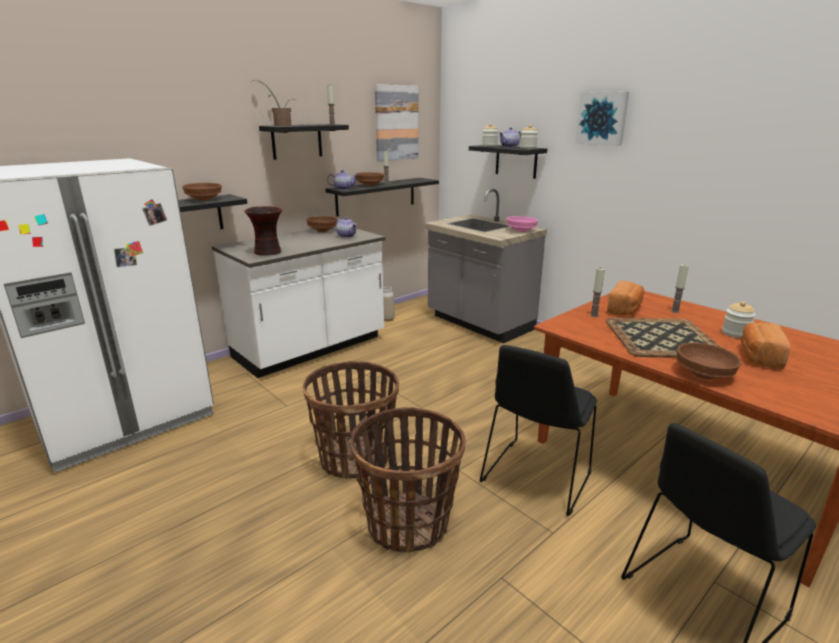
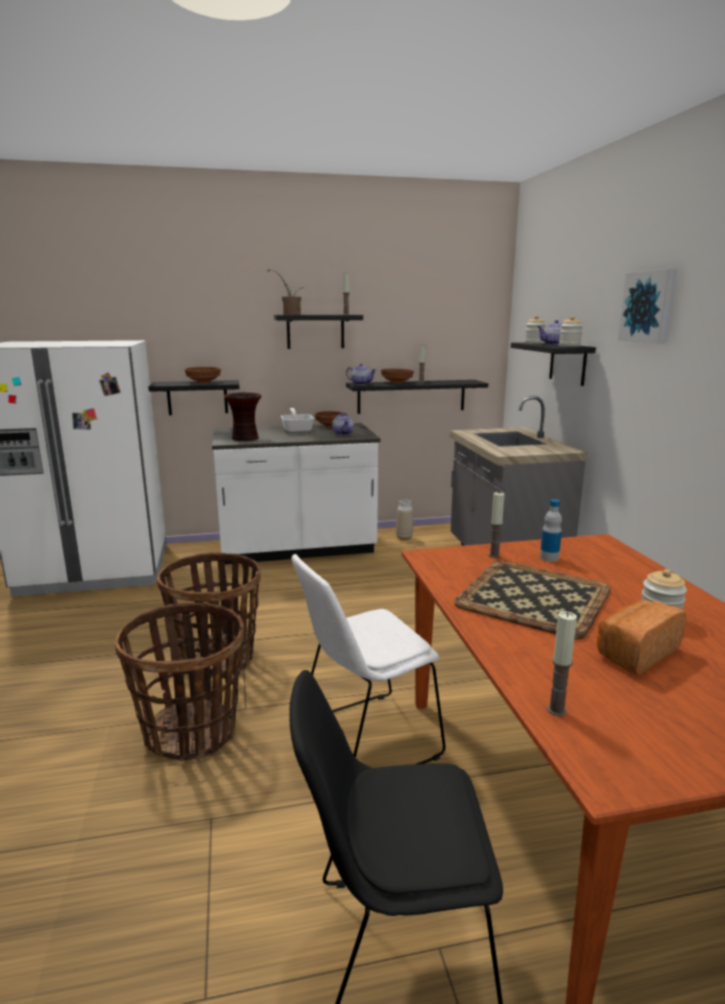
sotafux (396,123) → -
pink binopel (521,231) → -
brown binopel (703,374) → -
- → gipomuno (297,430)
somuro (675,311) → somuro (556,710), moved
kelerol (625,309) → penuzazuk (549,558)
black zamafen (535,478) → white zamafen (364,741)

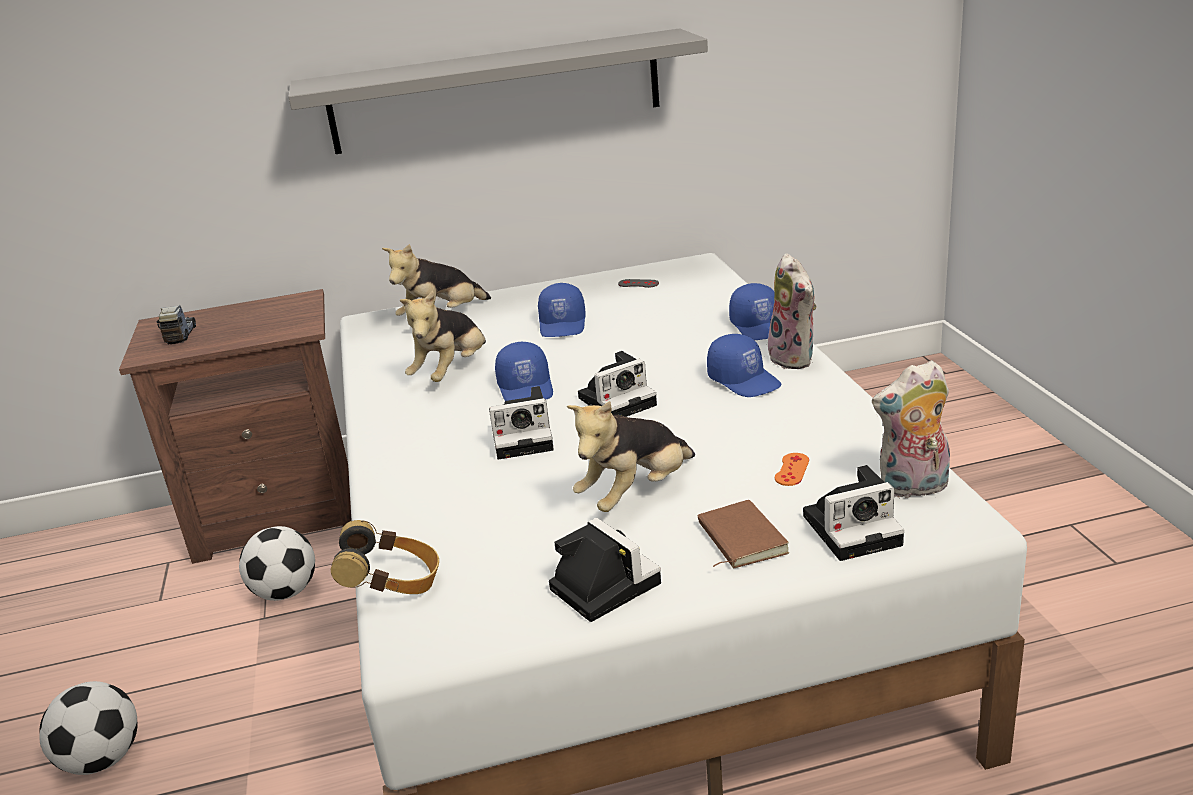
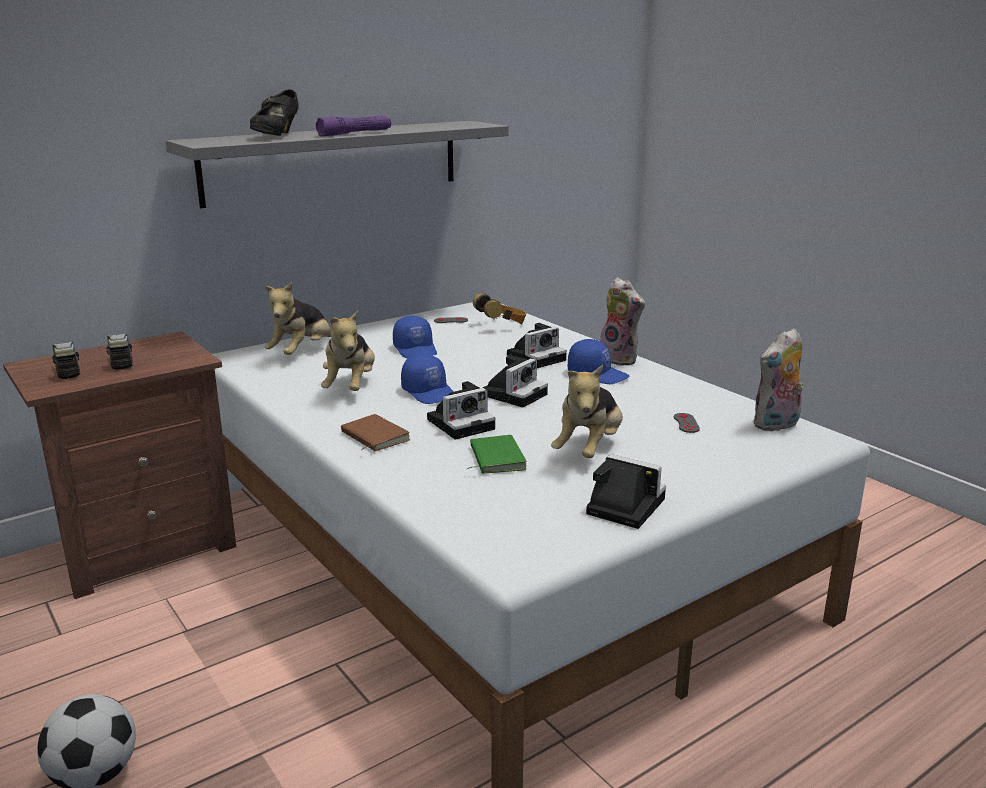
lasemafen (286,592) → -
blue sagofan (760,326) → -
- → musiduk (121,362)
- → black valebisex (276,136)
- → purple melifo (355,133)
- → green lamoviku (495,458)
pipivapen (394,586) → pipivapen (501,325), moved
brown lamoviku (739,539) → brown lamoviku (373,437), moved
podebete (854,528) → podebete (537,357), moved
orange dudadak (792,469) → grey dudadak (686,423)

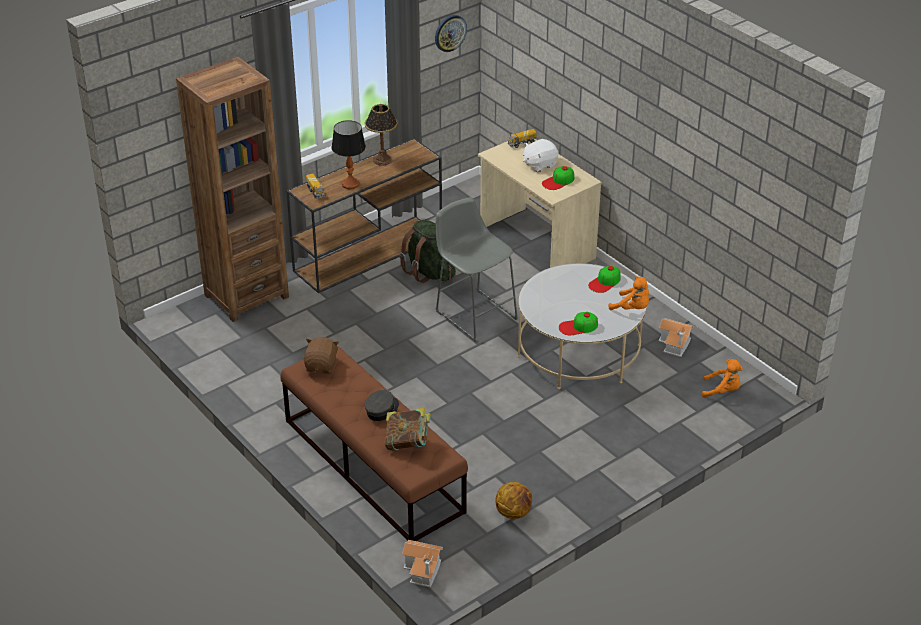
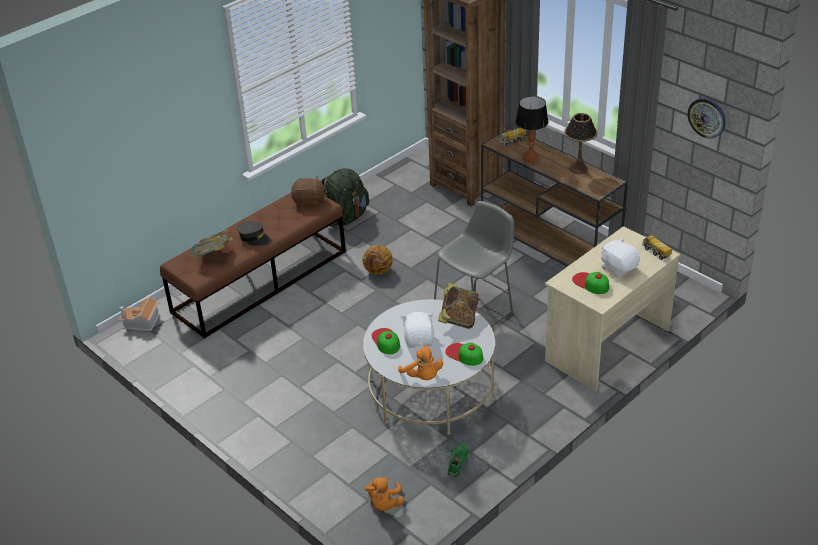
- → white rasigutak (419,340)
- → lamoviku (458,319)
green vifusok (430,272) → green vifusok (346,218), moved
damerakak (514,513) → damerakak (378,271), moved
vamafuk (675,344) → green valebisex (458,463)
orange rasigutak (632,308) → orange rasigutak (422,377), 60 degrees counterclockwise

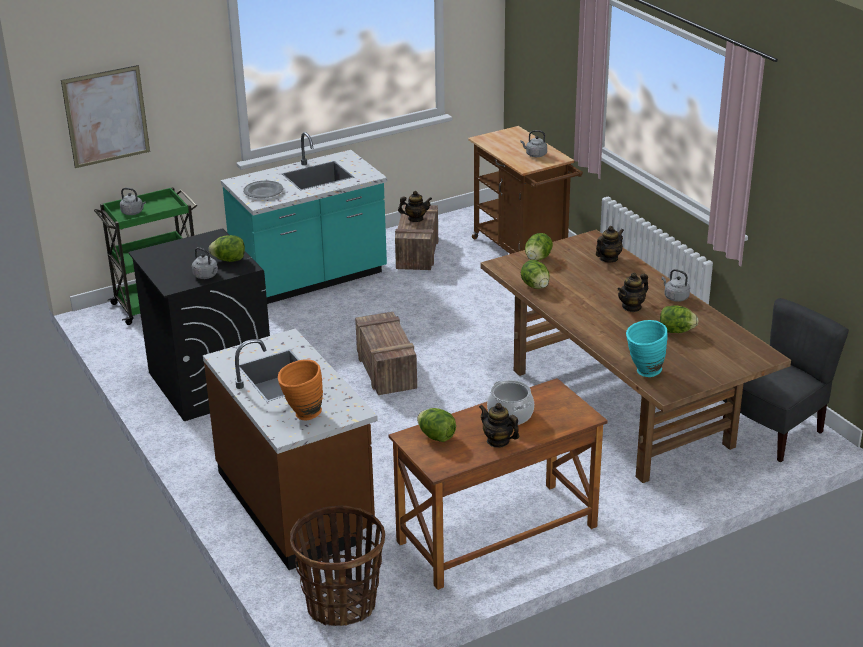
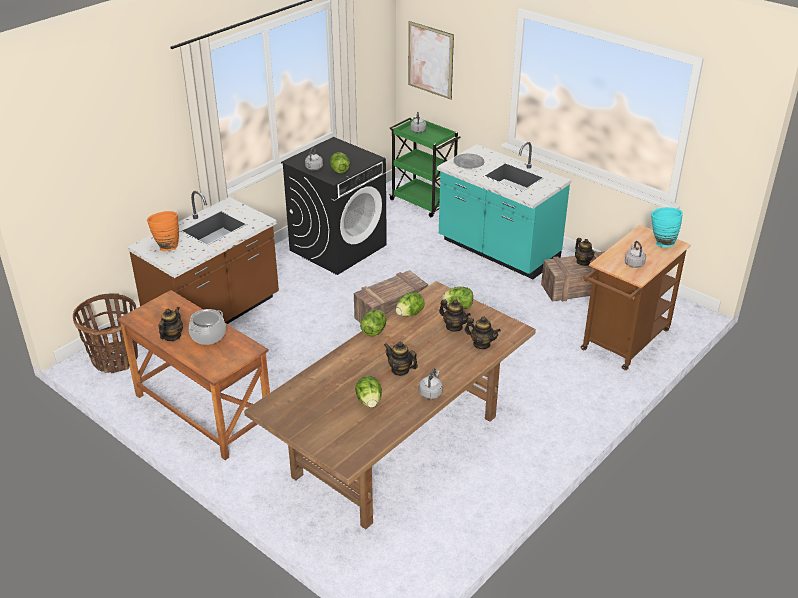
grey zamafen (774,432) → -
- → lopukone (454,327)
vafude (436,436) → vafude (374,331), moved
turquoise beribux (643,372) → turquoise beribux (661,242), moved

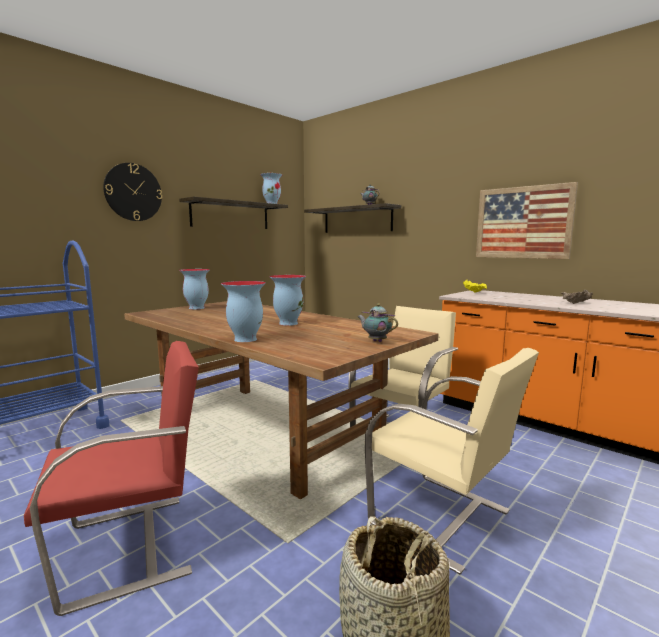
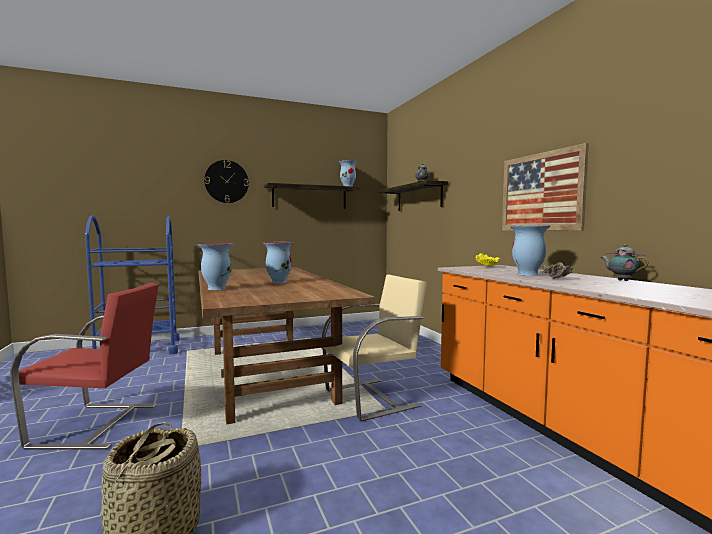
beige zamafen (442,518) → -
beribux (196,308) → beribux (527,274), moved
lopukone (376,341) → lopukone (621,280), moved

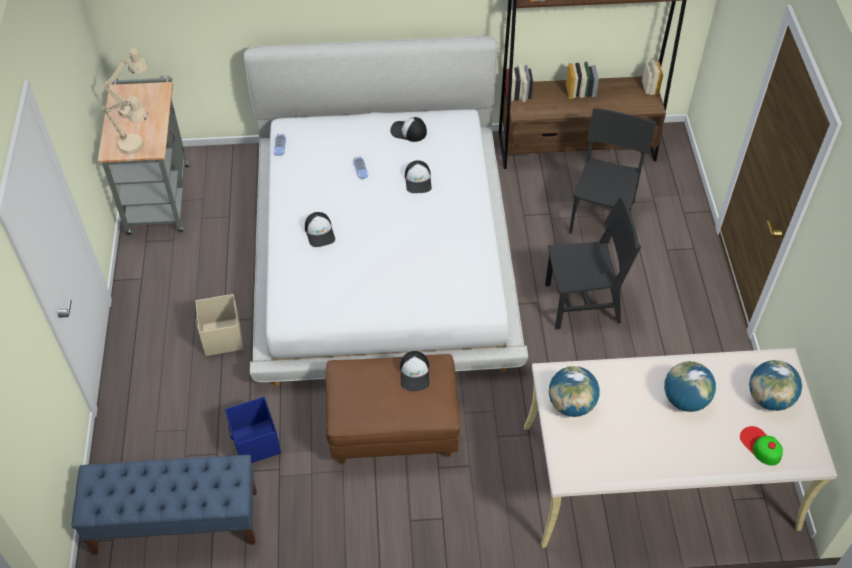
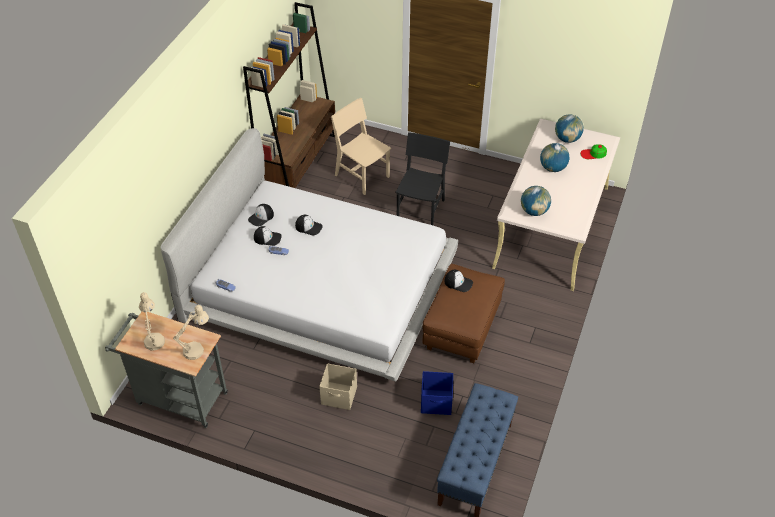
sagofan (320,232) → sagofan (267,238), moved
black zamafen (602,217) → beige zamafen (362,176)

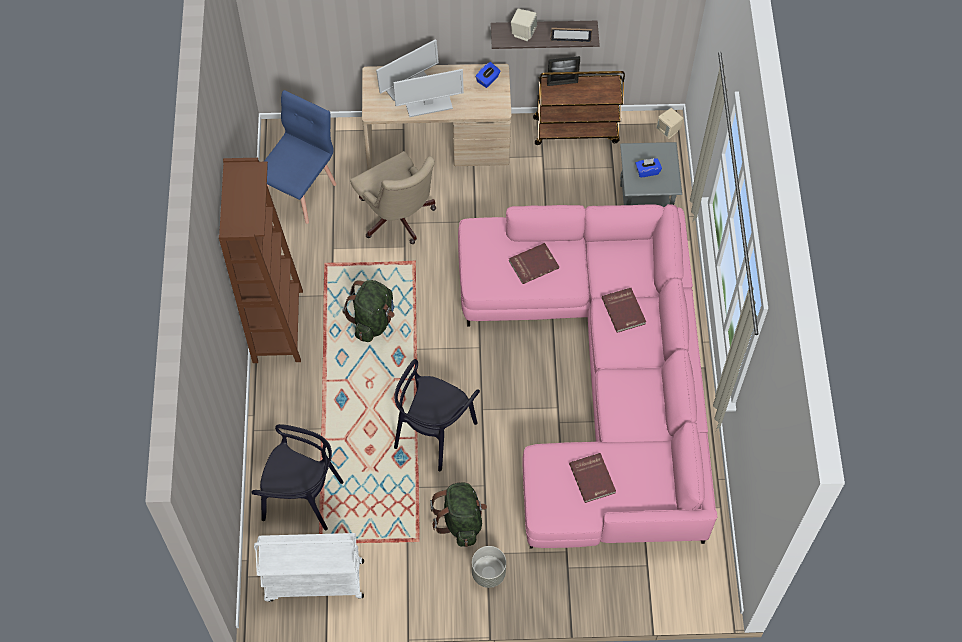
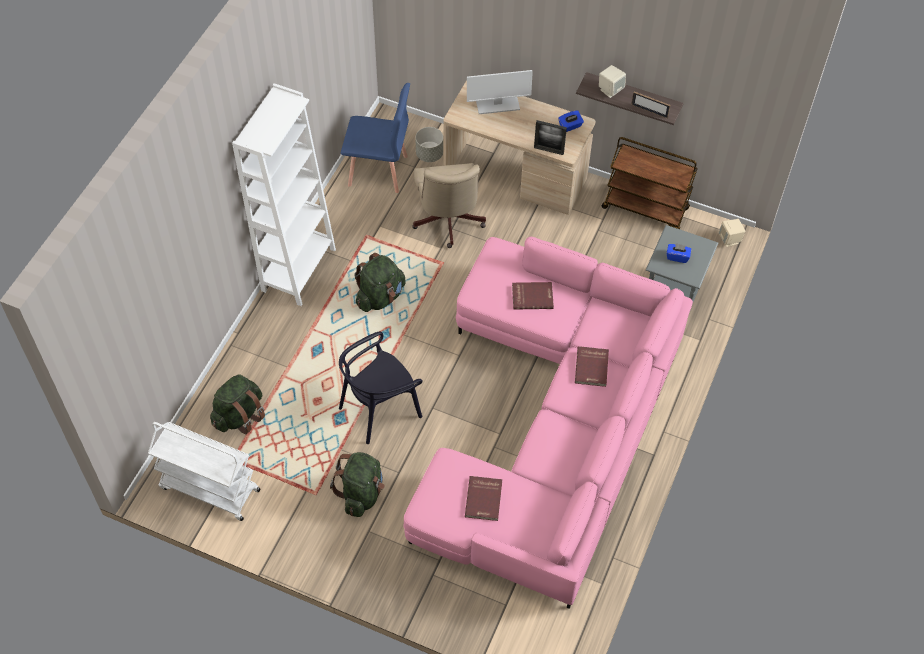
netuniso (428,105) → -
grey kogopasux (488,572) → grey kogopasux (429,154), moved
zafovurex (562,83) → zafovurex (548,150), moved
black zamafen (302,497) → green vifusok (239,416)
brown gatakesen (278,326) → white gatakesen (298,270)
blue zamafen (300,192) → blue zamafen (378,171), 45 degrees clockwise

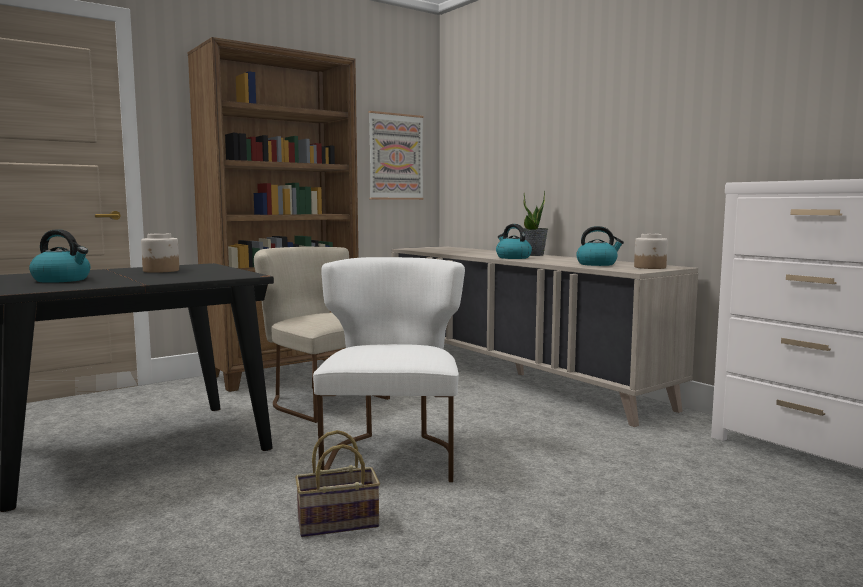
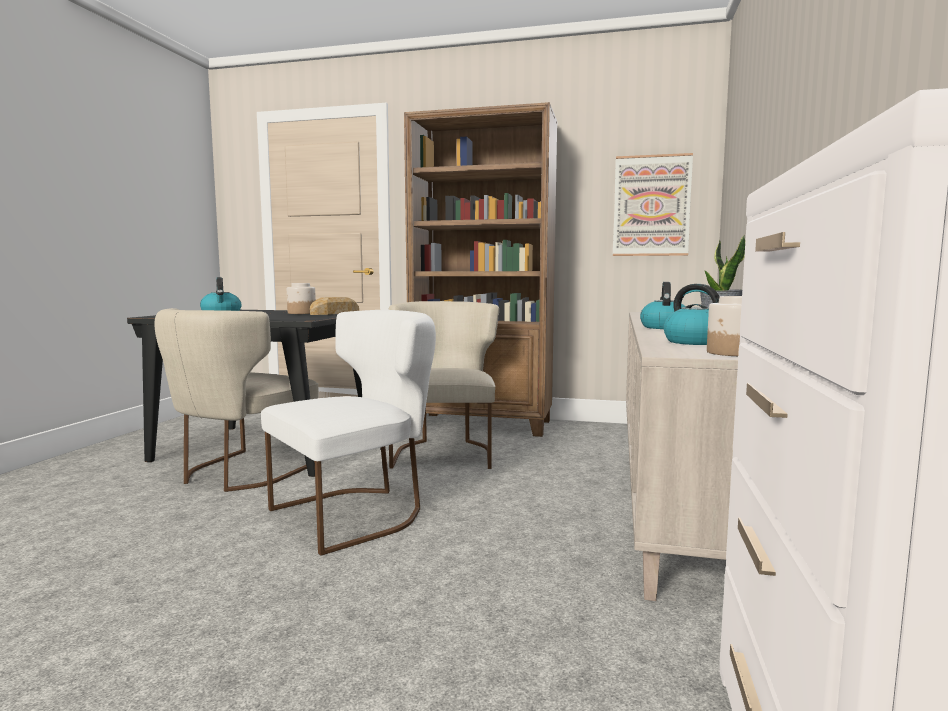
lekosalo (336,523) → -
- → beige zamafen (240,473)
- → kelerol (335,313)

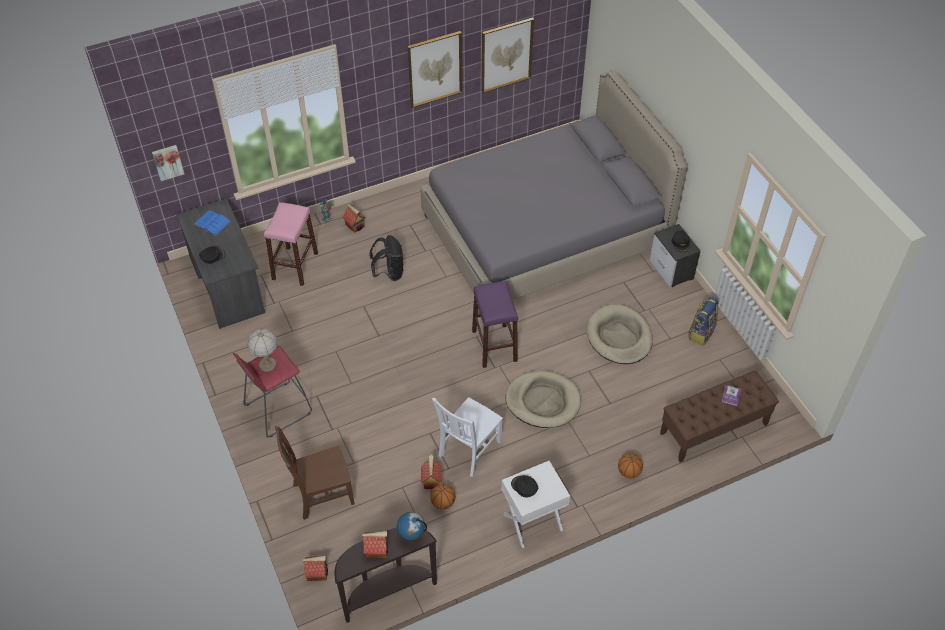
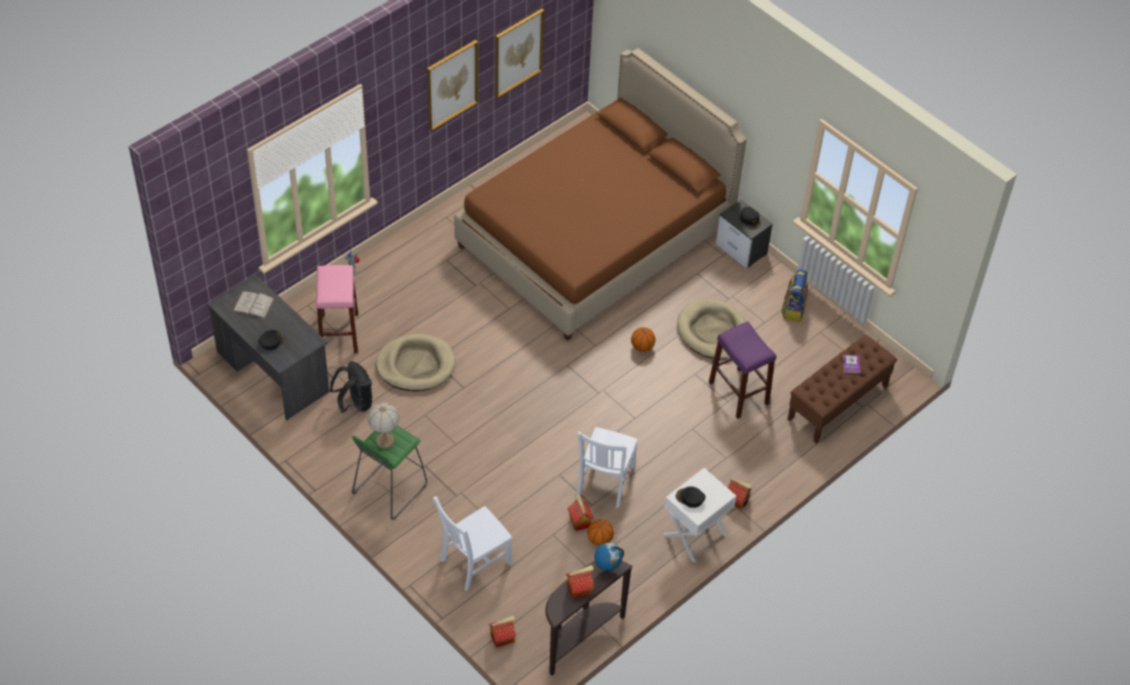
sotafux (167,162) → -
vamafuk (355,225) → vamafuk (737,499), moved
black vifusok (389,273) → black vifusok (354,403), moved
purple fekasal (494,346) → purple fekasal (738,393), moved
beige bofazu (543,401) → beige bofazu (415,365), moved
damerakak (629,472) → damerakak (642,347), moved
blue lamoviku (212,223) → white lamoviku (253,305)
red fekasal (277,409) → green fekasal (389,489)
brown zamafen (321,494) → white zamafen (473,562)
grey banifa (544,232) → brown banifa (595,236)

